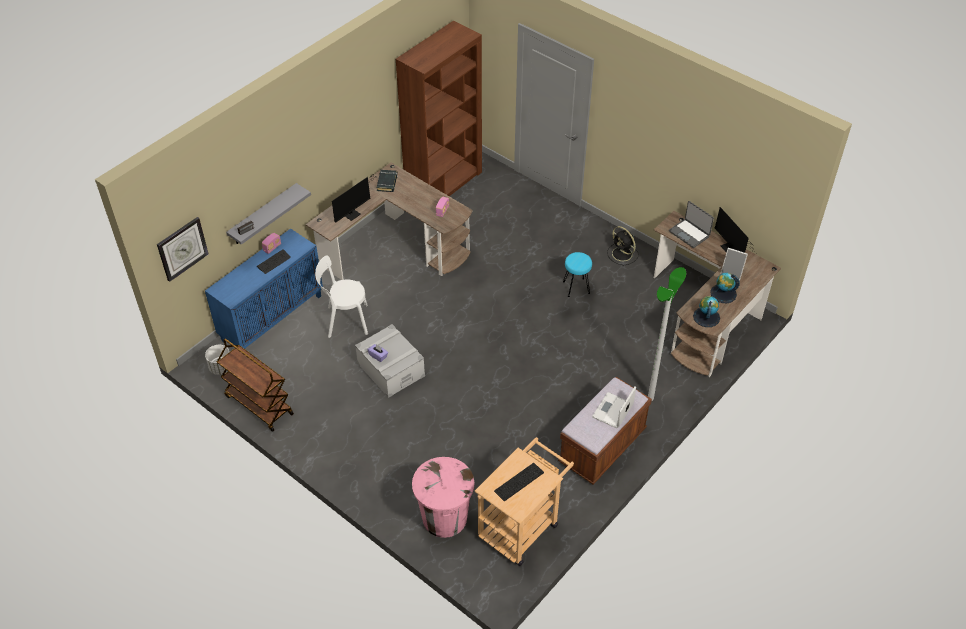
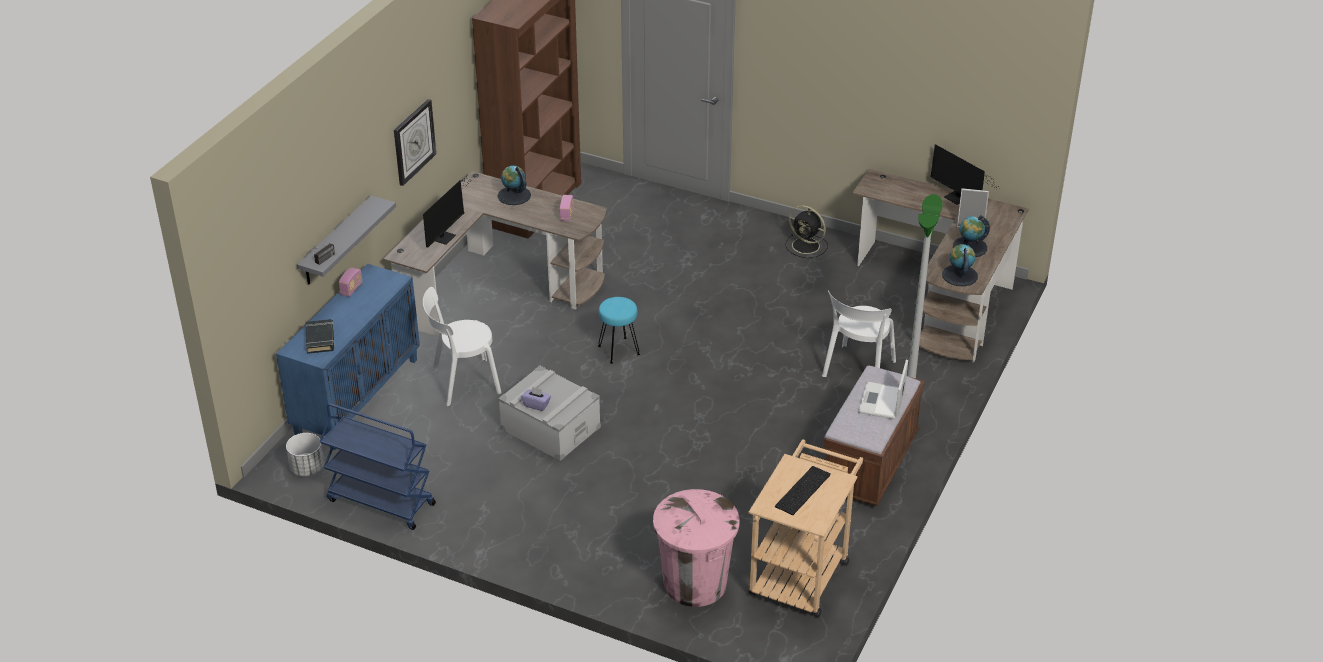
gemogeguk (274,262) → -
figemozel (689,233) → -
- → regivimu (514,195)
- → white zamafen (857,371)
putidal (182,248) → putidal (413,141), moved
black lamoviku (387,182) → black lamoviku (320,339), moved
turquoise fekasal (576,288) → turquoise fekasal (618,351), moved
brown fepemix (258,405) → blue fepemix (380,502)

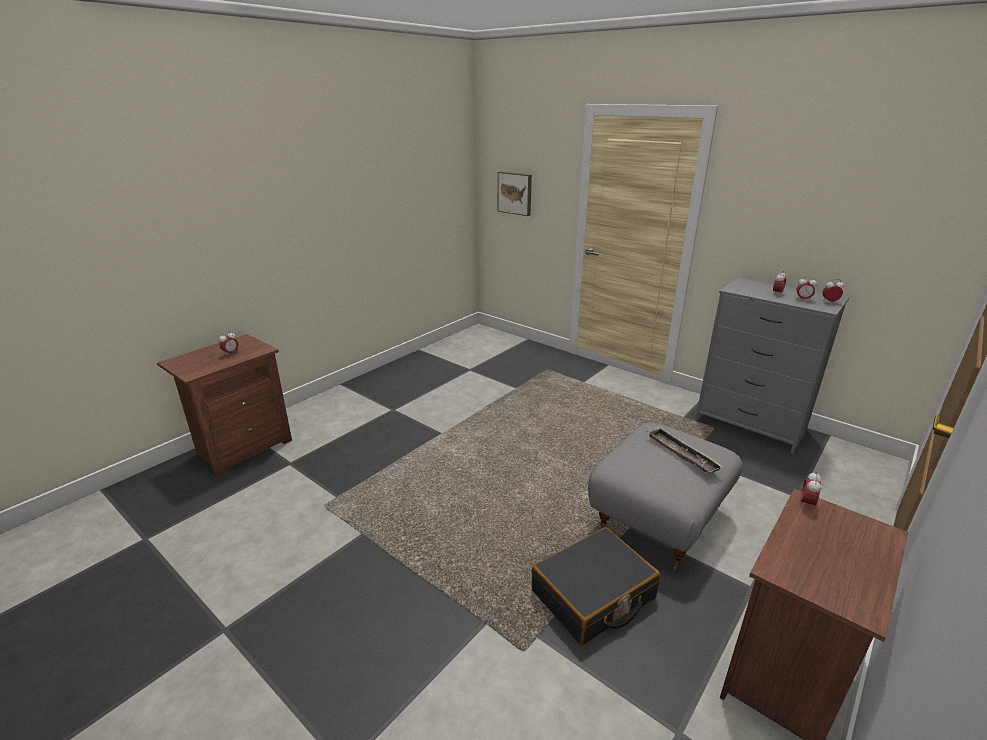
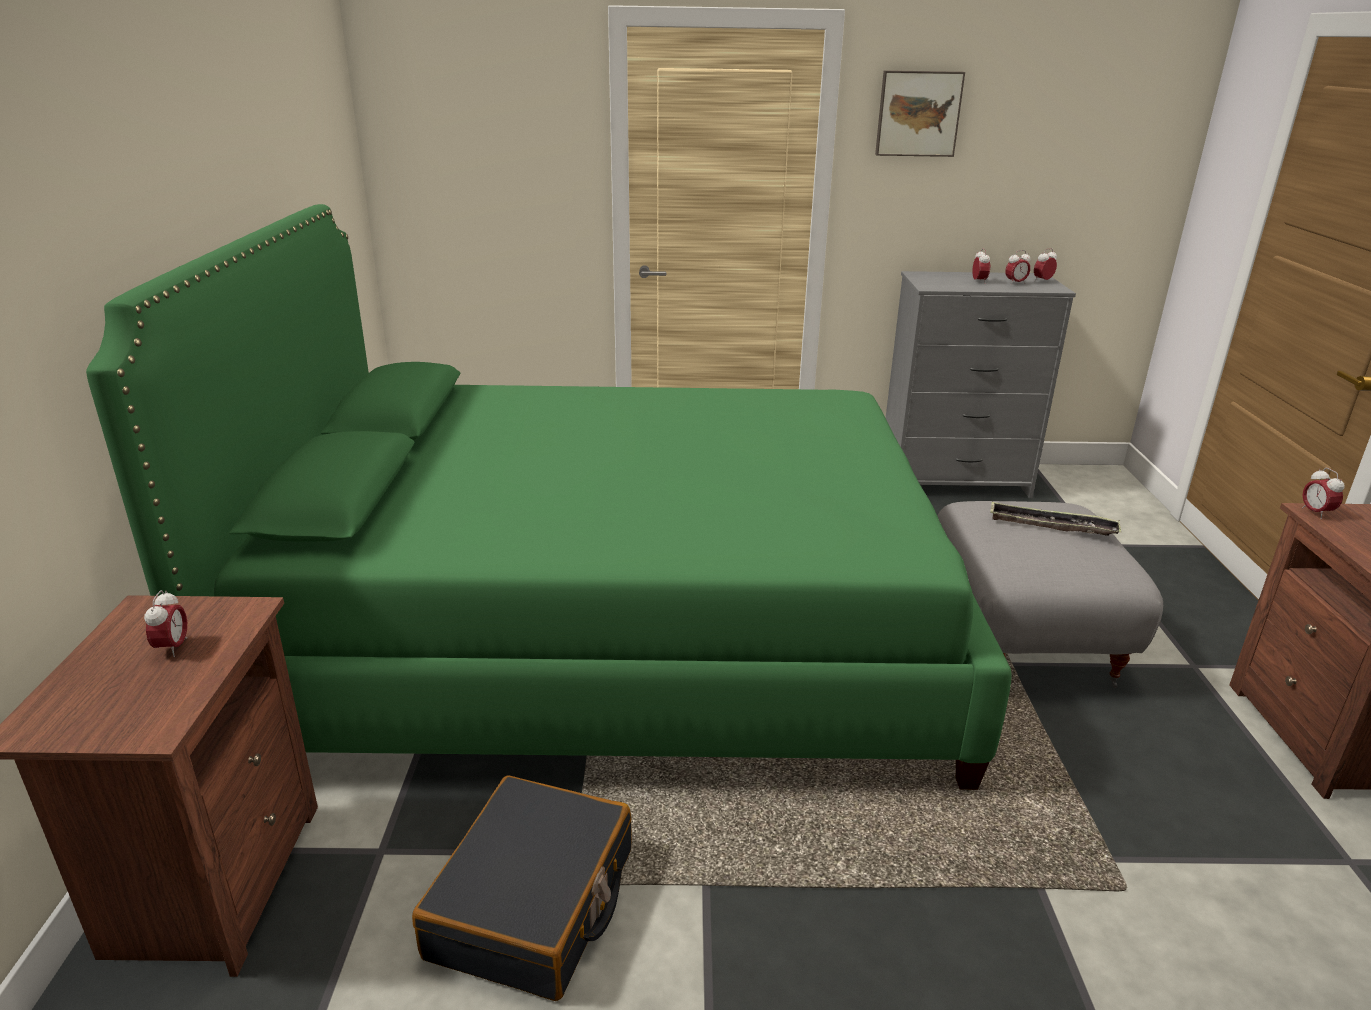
- → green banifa (612,632)
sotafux (515,193) → sotafux (918,113), moved
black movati (593,595) → black movati (534,904), moved

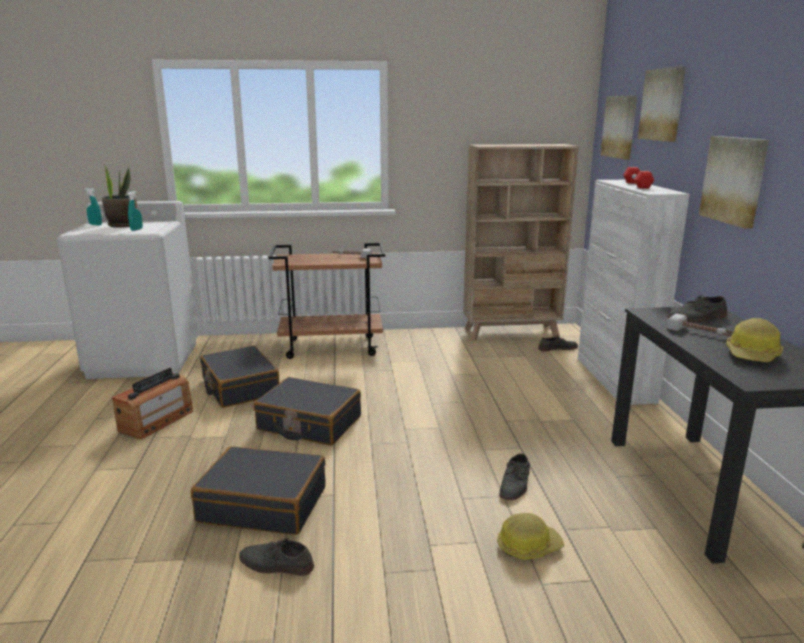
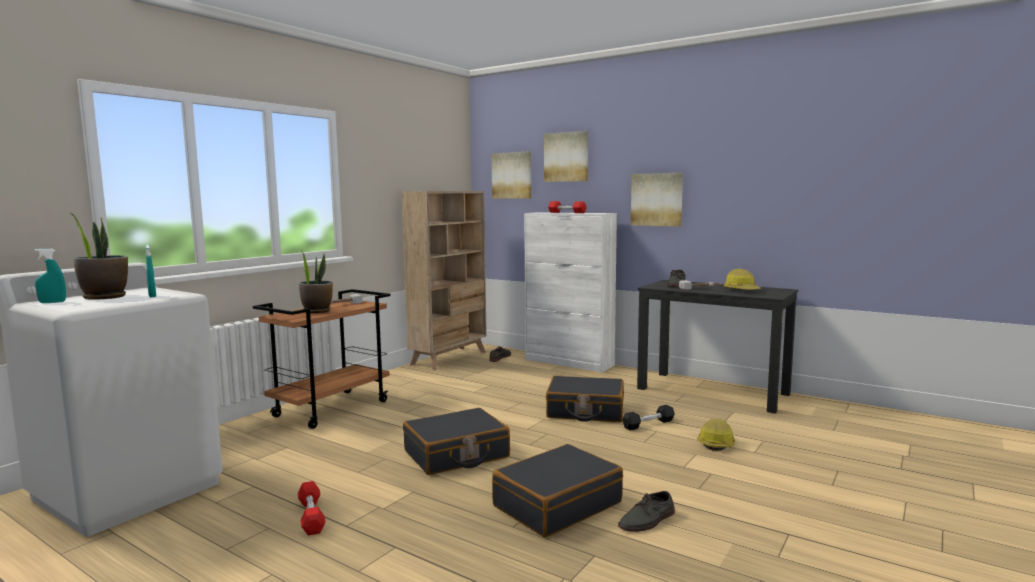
- → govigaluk (317,311)
black movati (240,387) → black movati (585,411), moved
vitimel (156,421) → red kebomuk (311,516)
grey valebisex (515,484) → black kebomuk (648,424)

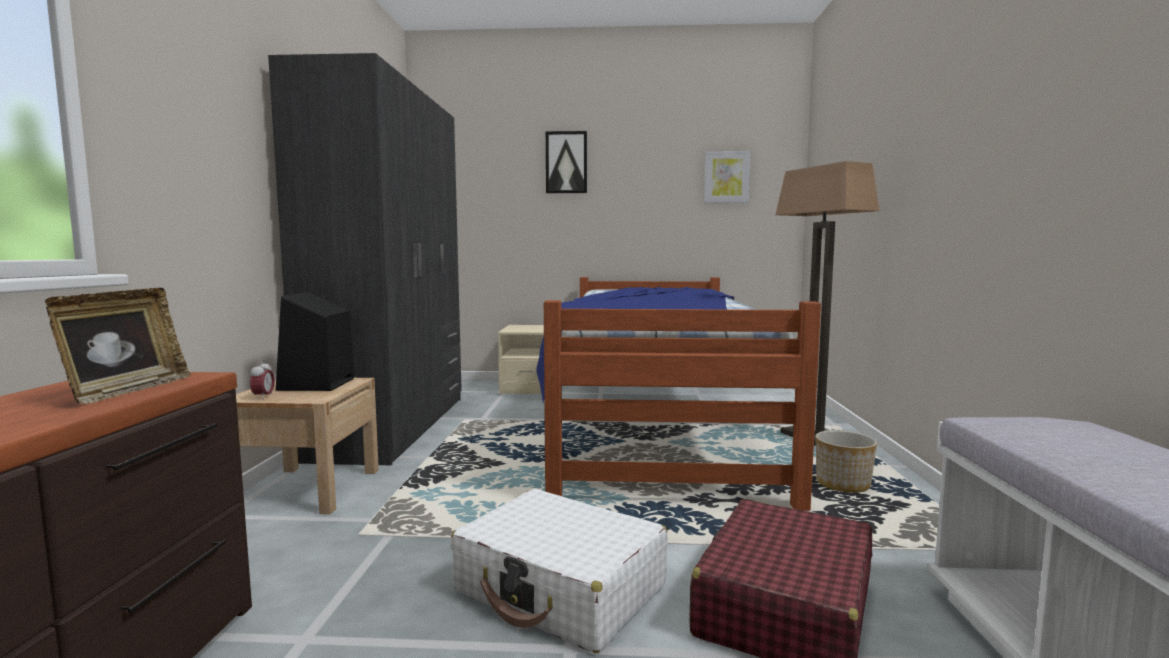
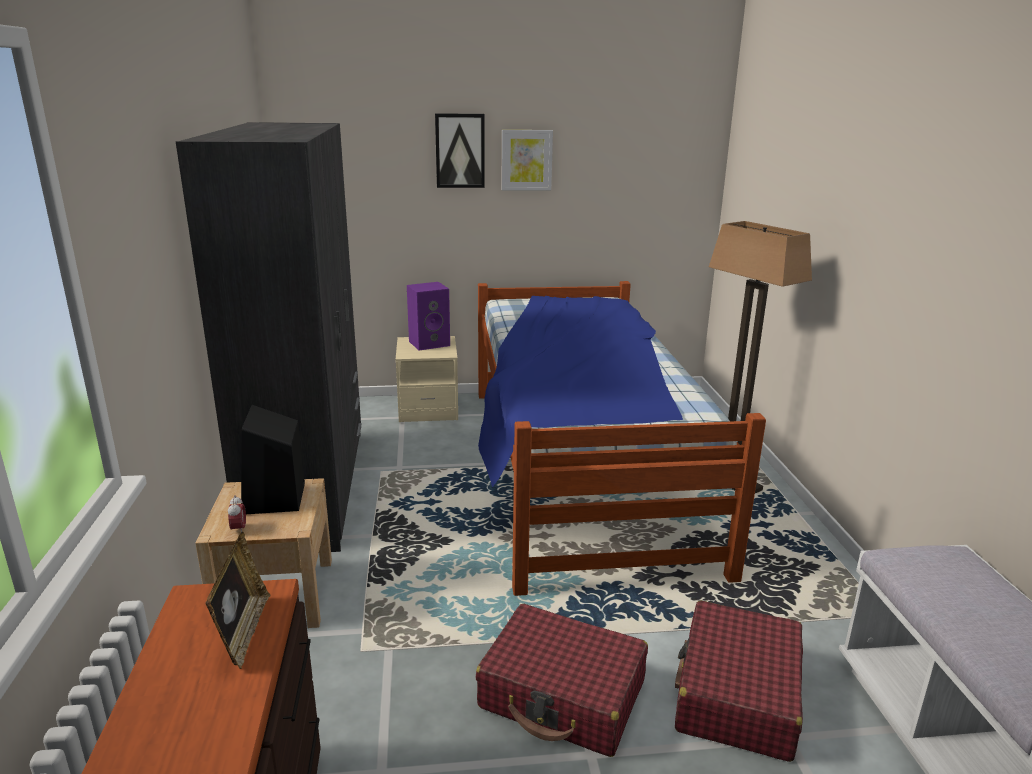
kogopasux (843,484) → -
- → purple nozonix (430,343)
sotafux (726,177) → sotafux (526,160), moved
white movati (561,589) → red movati (563,695)

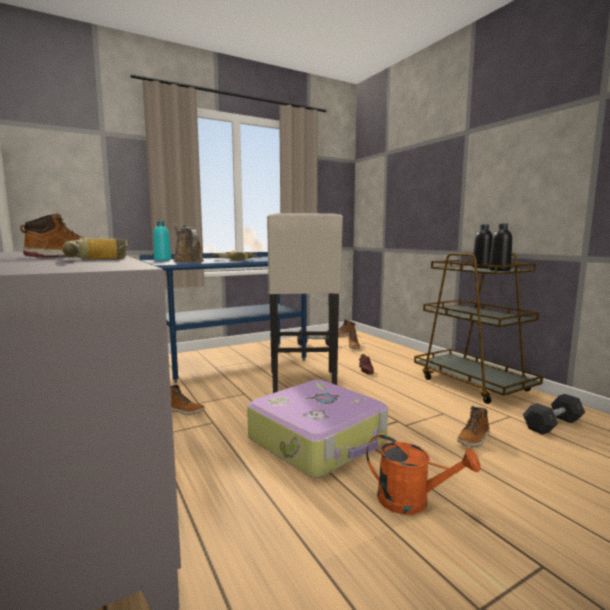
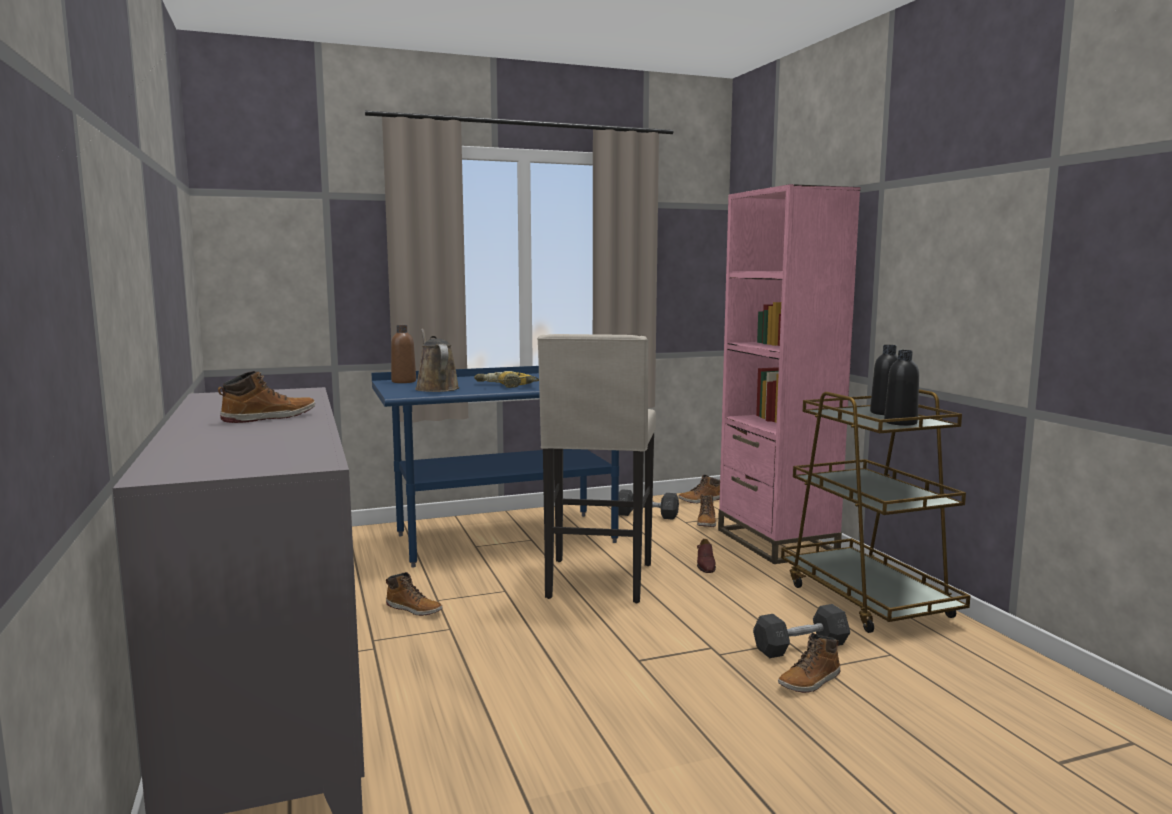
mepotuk (99,259) → -
movati (319,440) → -
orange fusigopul (412,501) → -
- → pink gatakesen (776,542)
grey kebomuk (553,424) → grey kebomuk (800,647), moved
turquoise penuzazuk (162,259) → brown penuzazuk (403,381)

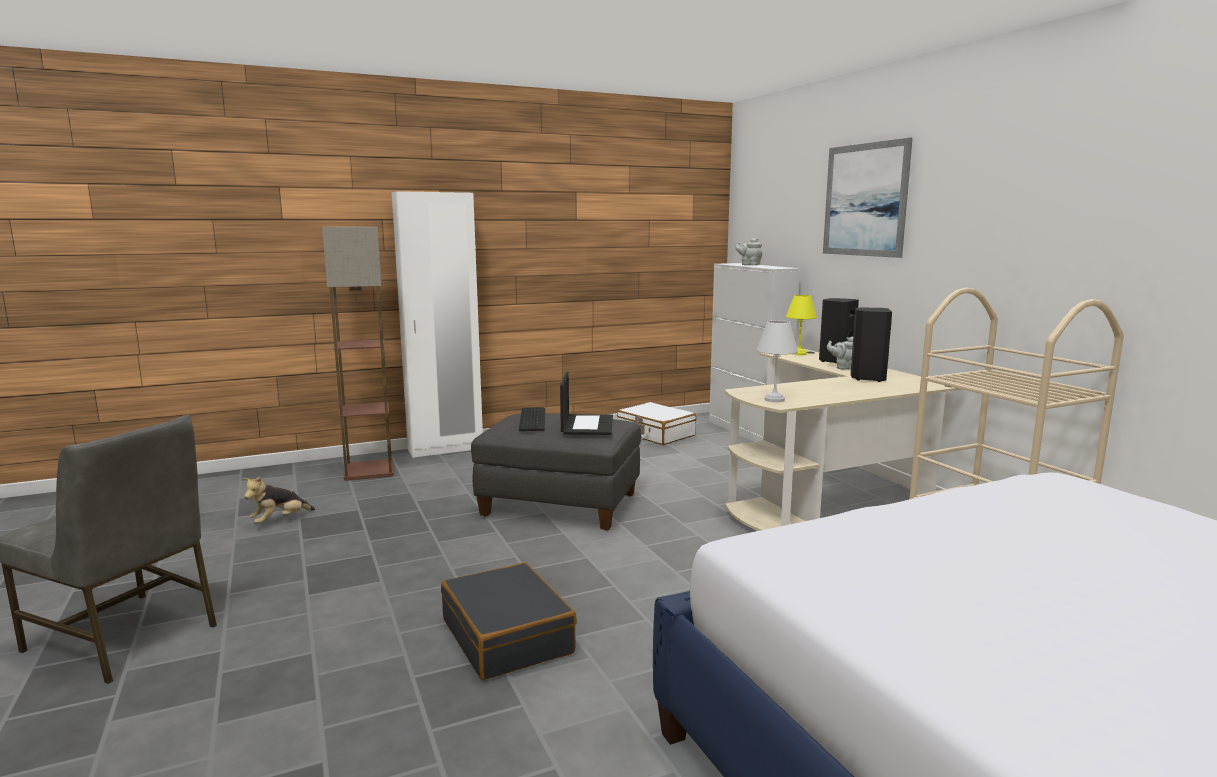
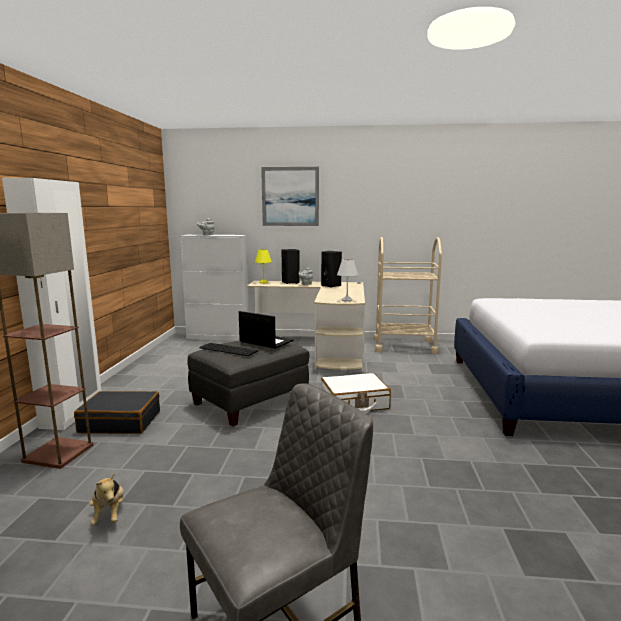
black movati (508,636) → black movati (120,422), moved
white movati (655,434) → white movati (354,403), moved

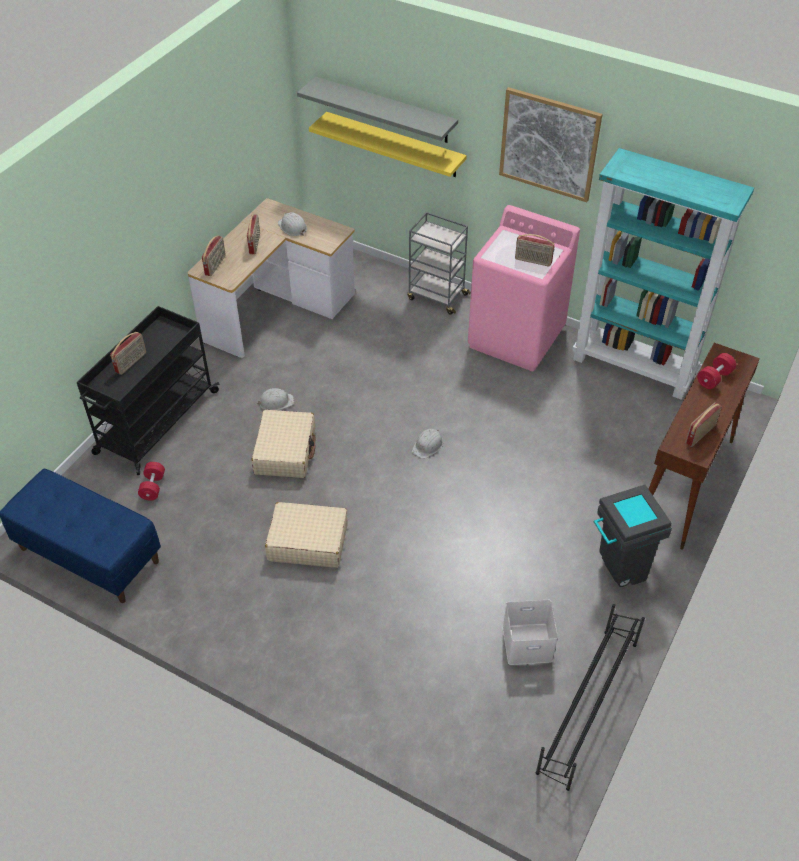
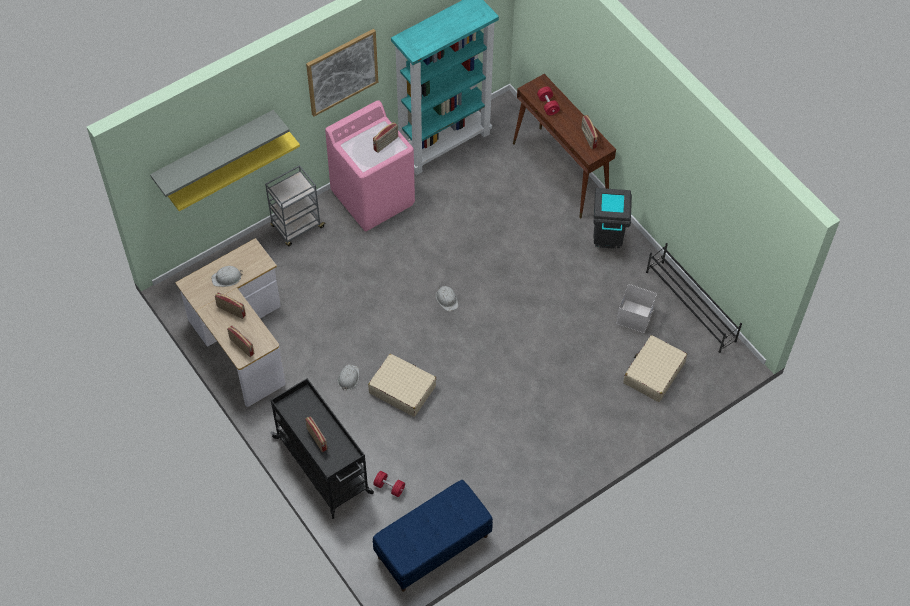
beige movati (307,542) → beige movati (653,373), moved

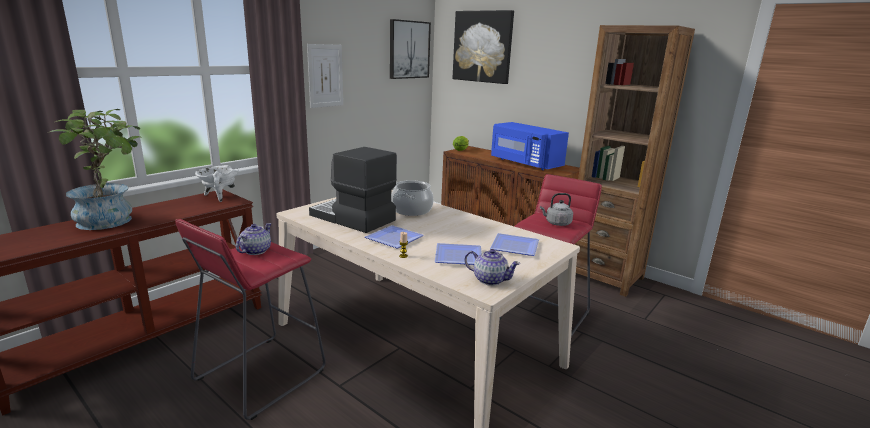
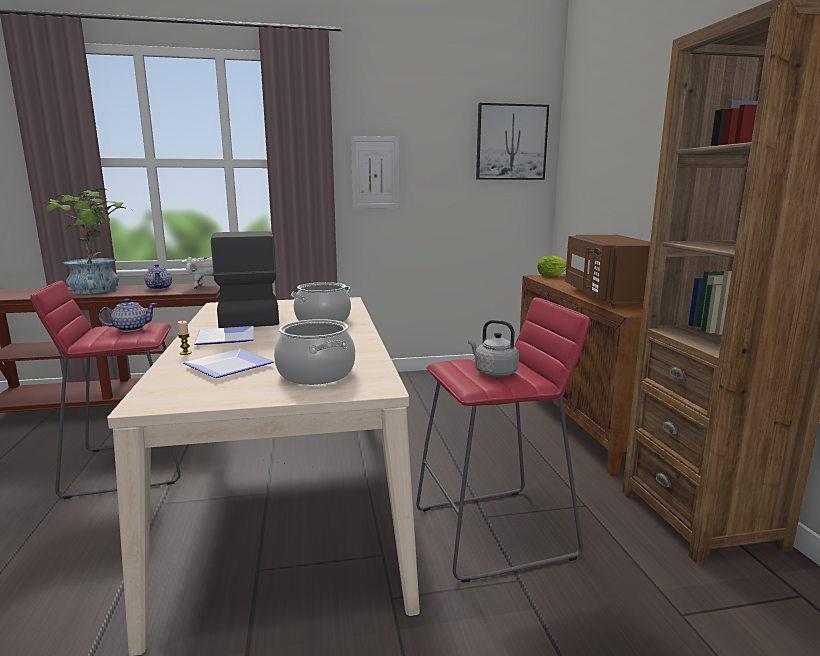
sotafux (482,47) → -
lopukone (489,280) → lopukone (159,288), moved
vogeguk (513,247) → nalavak (315,374)
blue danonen (524,163) → brown danonen (606,296)

